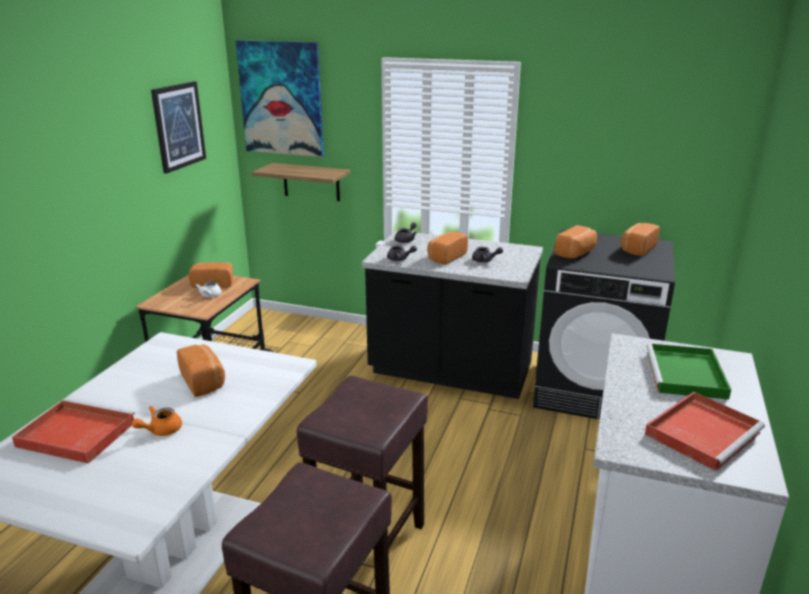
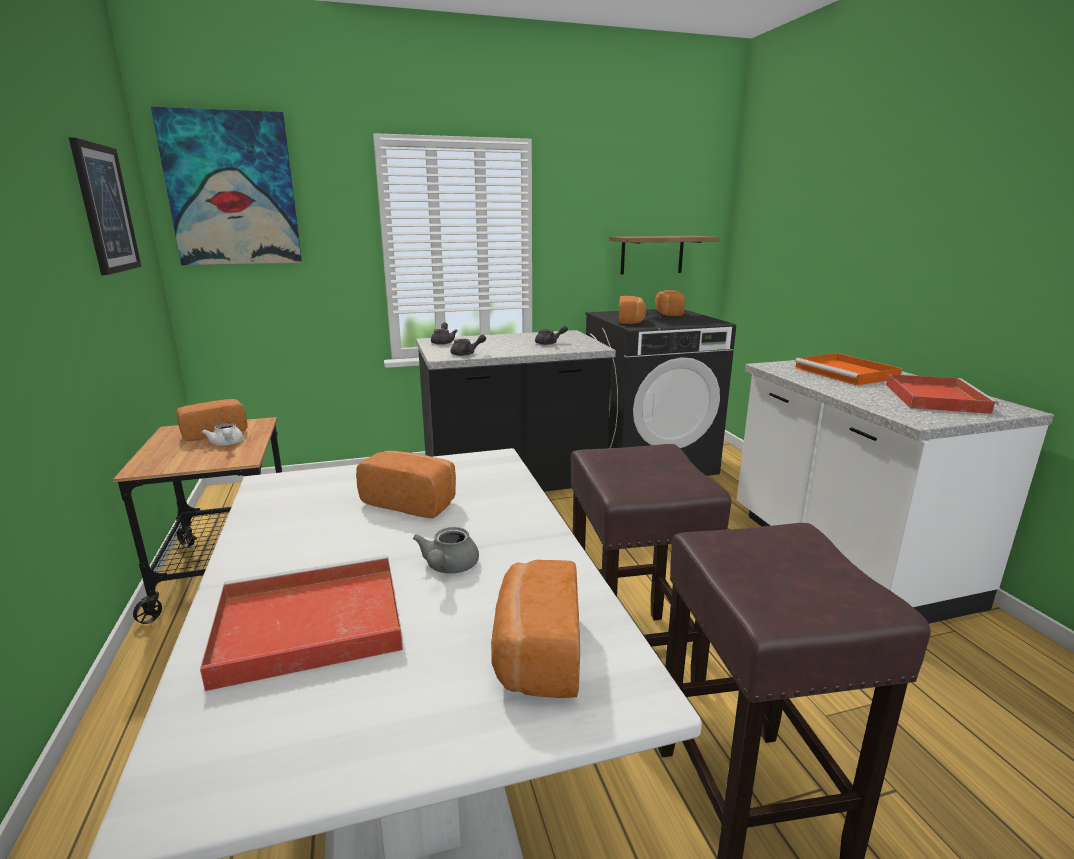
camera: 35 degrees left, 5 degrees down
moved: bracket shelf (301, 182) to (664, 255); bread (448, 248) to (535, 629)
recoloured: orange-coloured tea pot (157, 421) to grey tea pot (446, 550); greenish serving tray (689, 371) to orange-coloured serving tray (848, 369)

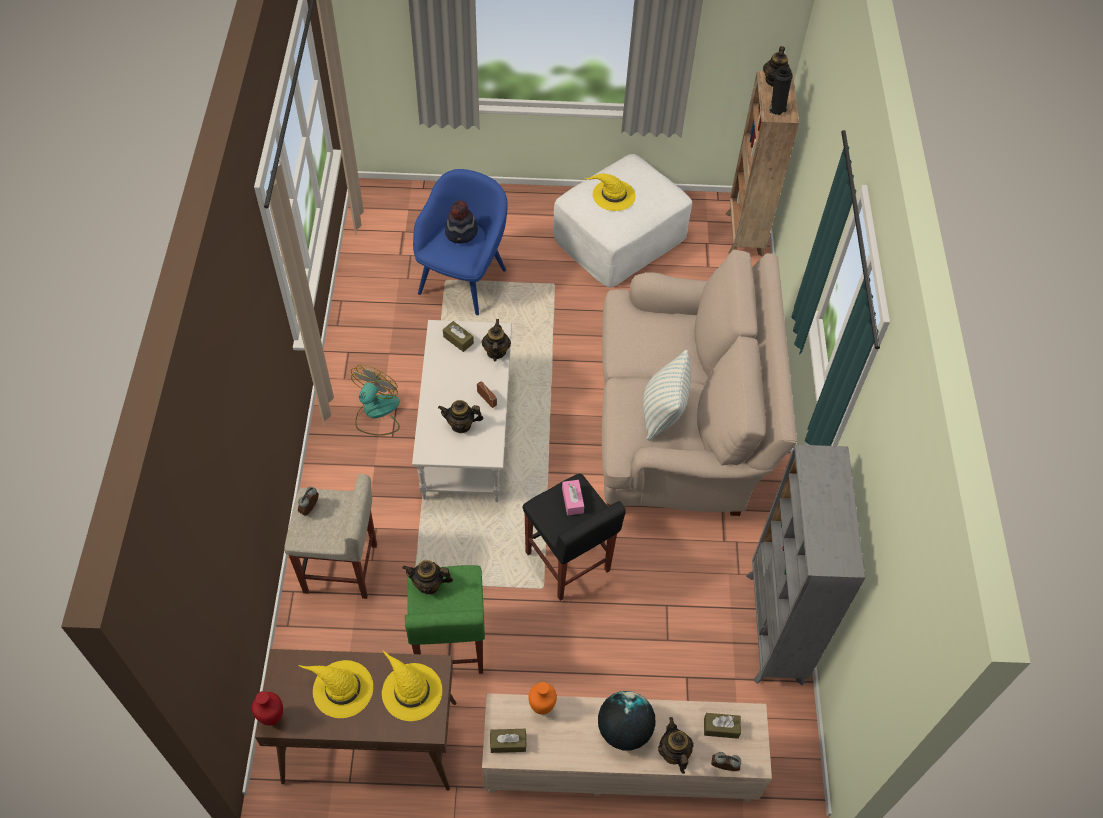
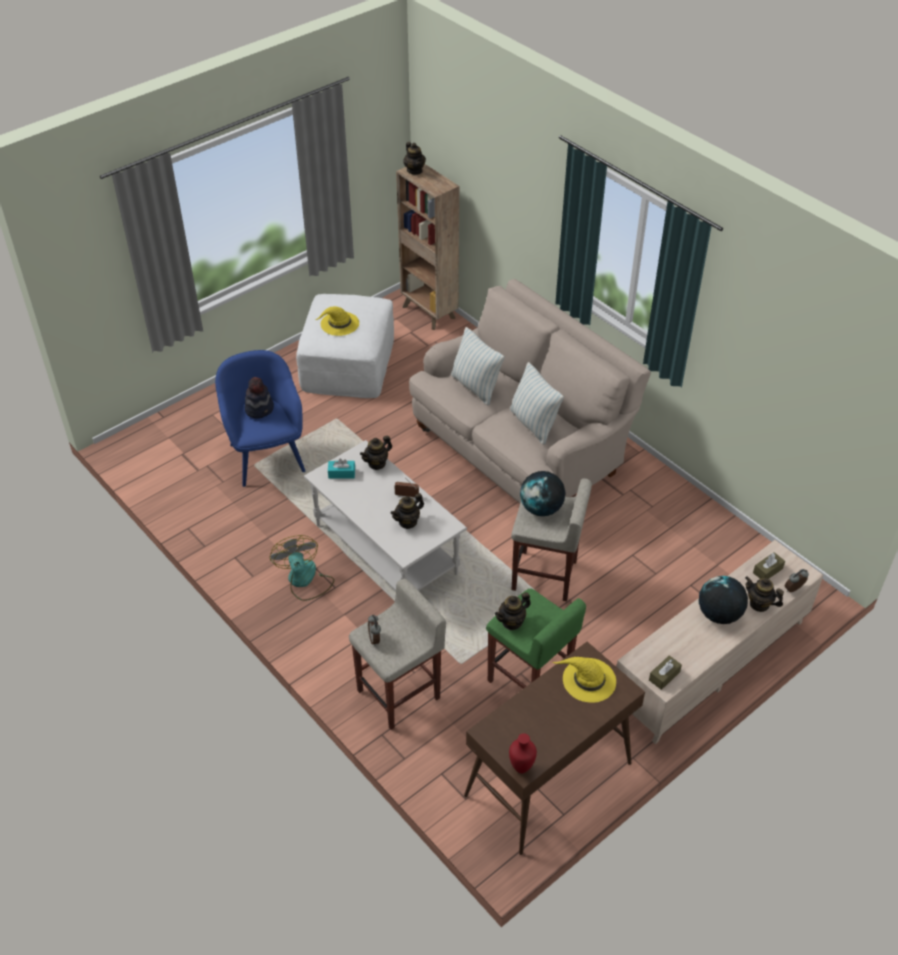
camera: 40 degrees left, 10 degrees down
removed: yellowish hat (336, 689); orange-coloured decorative vase (543, 698); grey shelving unit (806, 565); blackish decorative vase (781, 91)
added: pillow (477, 366)
replaced: pink box of tissues (573, 497) to world globe (542, 493)
recoloured: brown-coloured box of tissues (458, 336) to turquoise-coloured box of tissues (341, 468); blackish sitting stool (574, 537) to beige-coloured sitting stool (551, 539)
turned: tea pot (496, 340) = (376, 452) 90 degrees counterclockwise

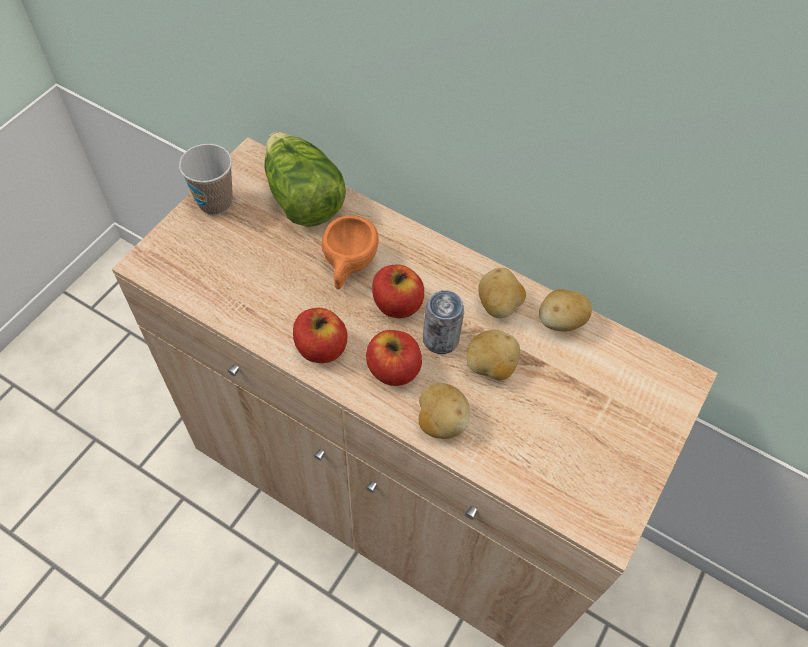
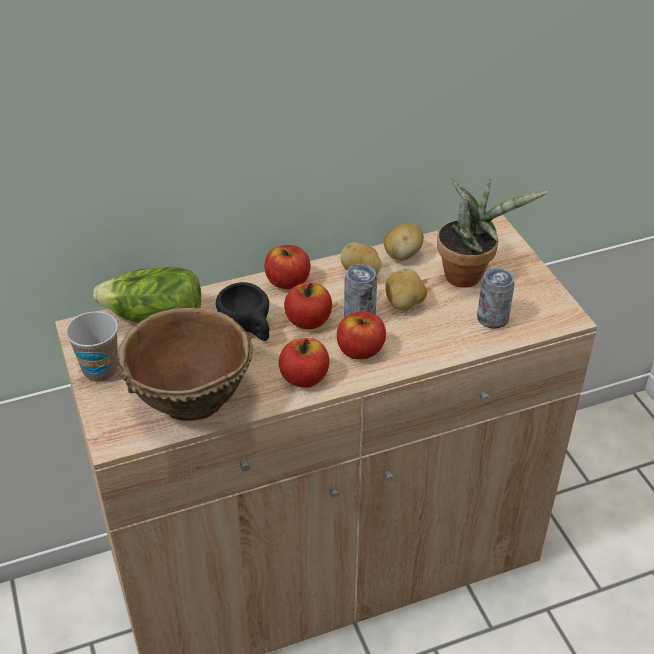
camera: 50 degrees left, 15 degrees down
removed: spud (444, 411)
added: brown-coloured deep dish (185, 364); apple (287, 267); plant in a pot (492, 233); can (496, 298)
recoloured: orange-coloured small cup (350, 252) to blackish small cup (243, 311)

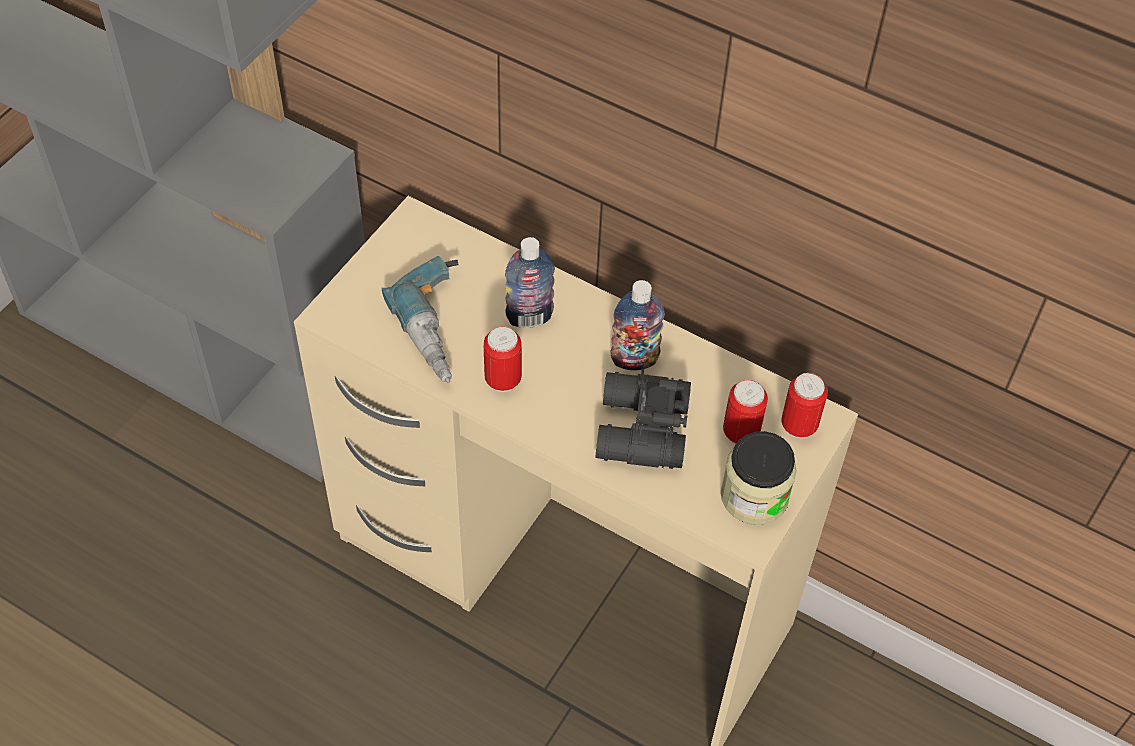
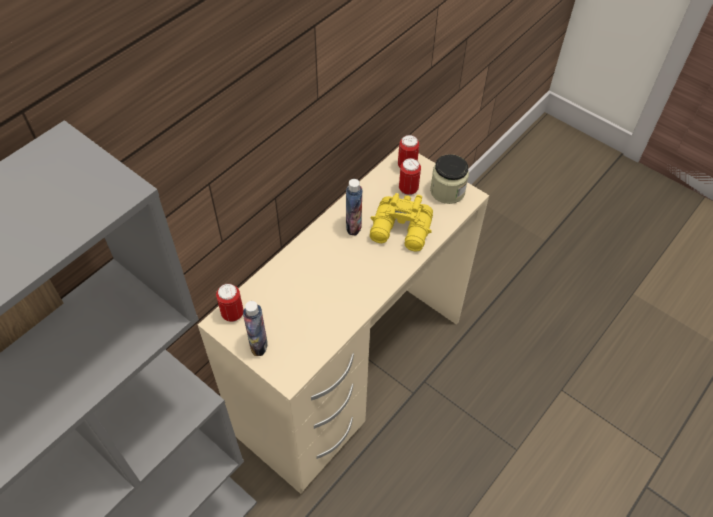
camera: 80 degrees left, 0 degrees up
removed: power drill (420, 319)
moved: can (503, 359) to (230, 302); bottle (530, 282) to (255, 328)
recoloured: blackish pair of binoculars (643, 419) to yellowish pair of binoculars (401, 222)

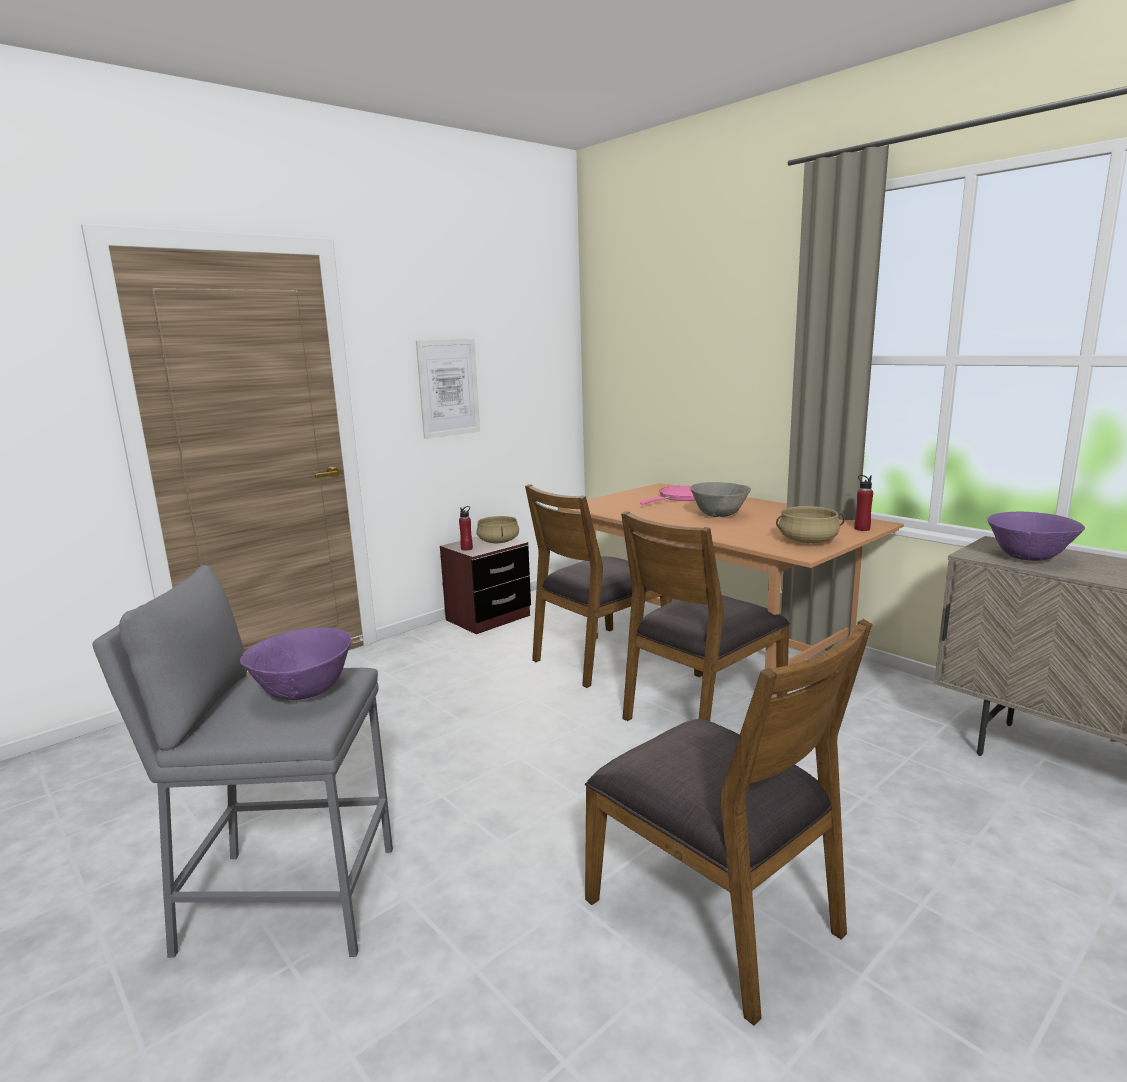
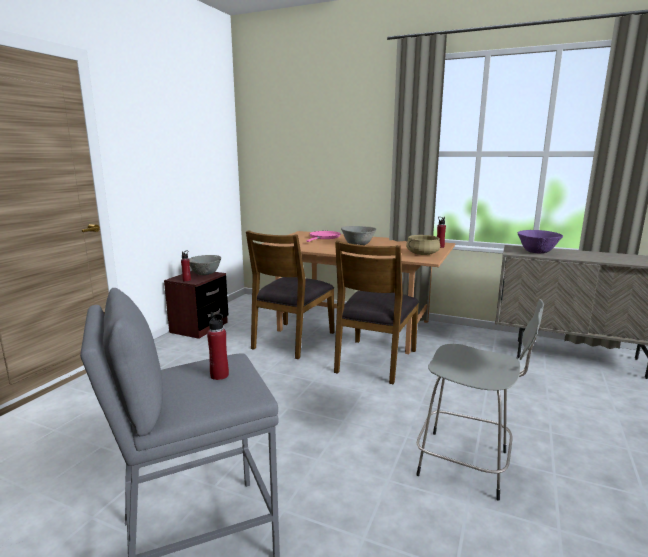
camera: 25 degrees left, 0 degrees up
removed: wall picture (448, 389)
replaced: purple-coloured deep dish (295, 663) to red bottle (218, 346); beige-coloured cooking pot (497, 529) to grey deep dish (205, 265); brown-coloured upright chair (728, 822) to grey sitting stool (480, 400)

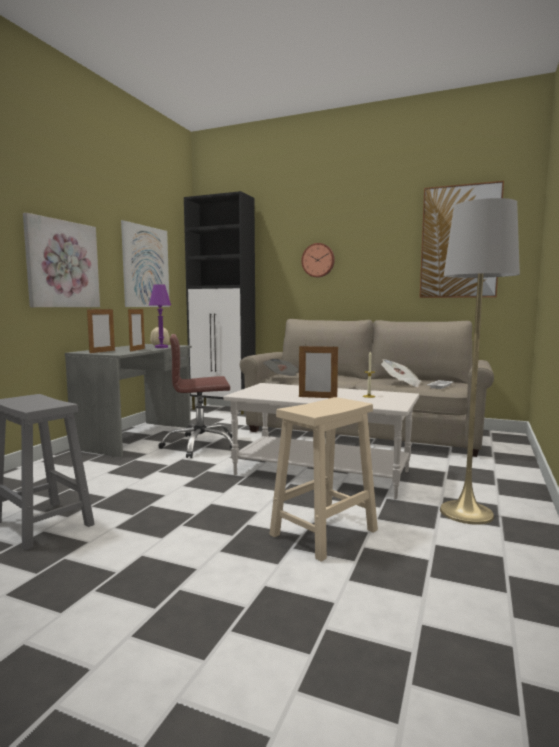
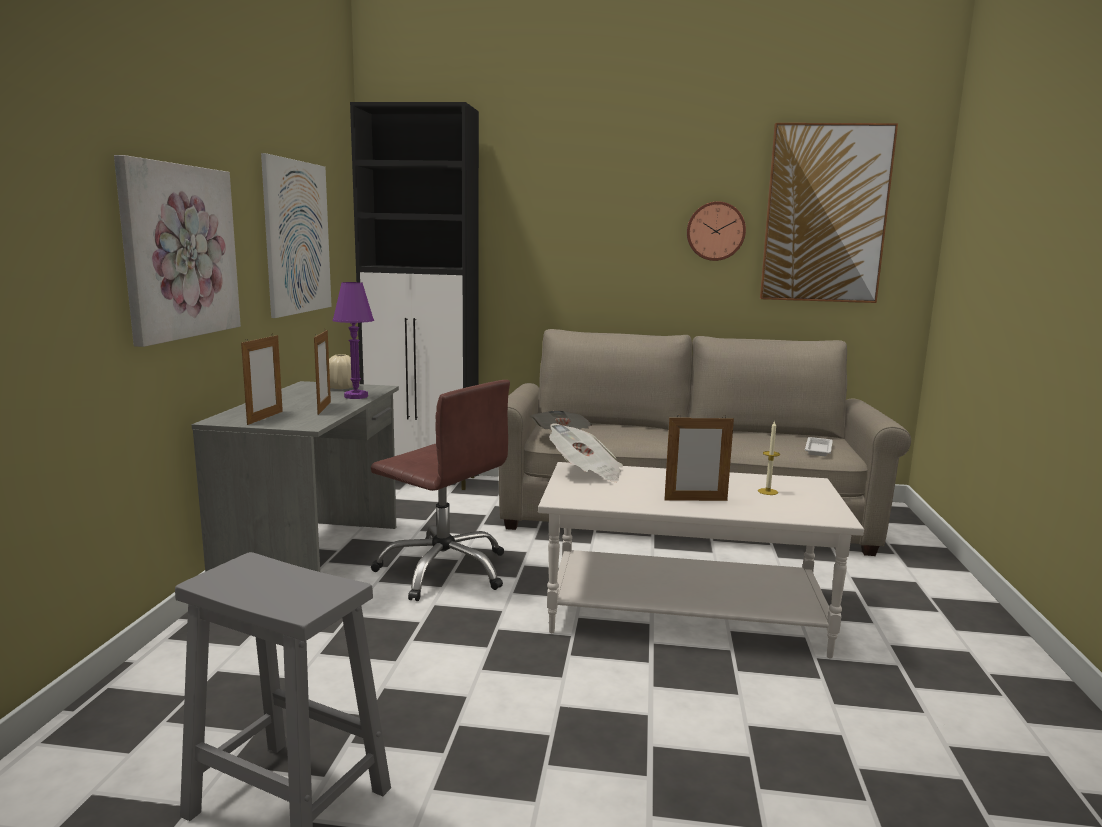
camera: 15 degrees left, 5 degrees up
removed: beige-coloured sitting stool (323, 479); grey standing lamp (480, 361)
moved: clock on the wall (318, 260) to (716, 231); daily paper (401, 373) to (586, 452)
turned: brown-coloured office chair (195, 396) = (440, 490) 120 degrees counterclockwise

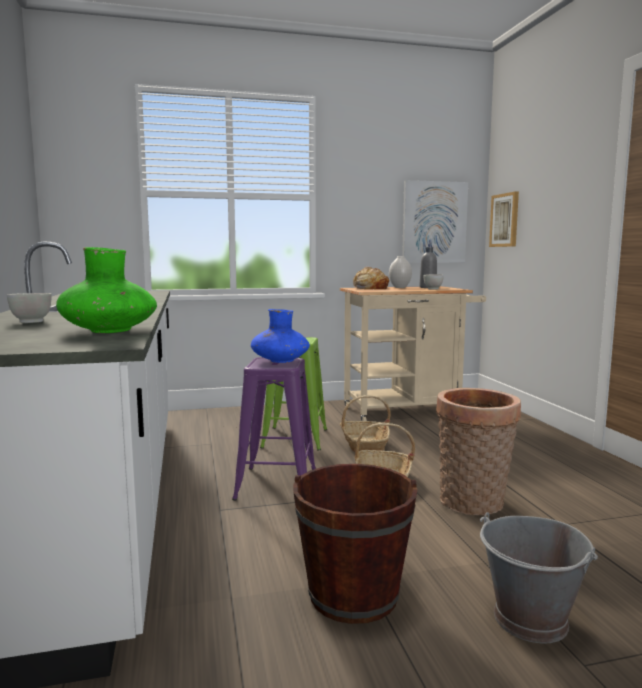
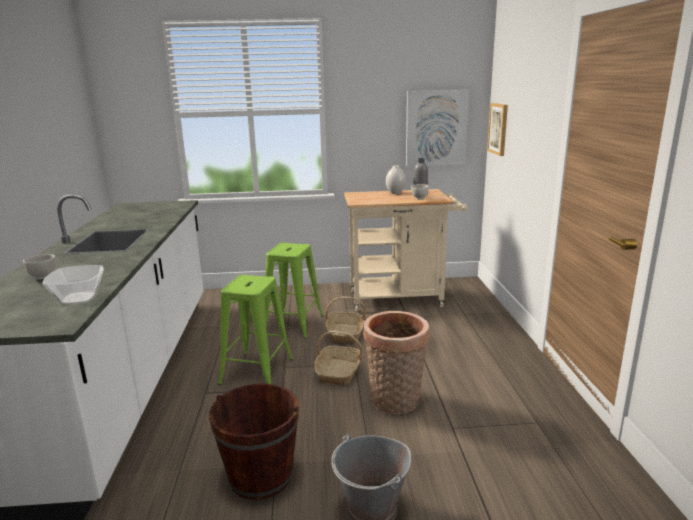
camera: 10 degrees right, 10 degrees up
removed: blue decorative vase (280, 336); bread (371, 278)
replaced: greenish decorative vase (106, 290) to deep dish (73, 285)
recoloured: purple-coloured sitting stool (274, 429) to greenish sitting stool (255, 330)

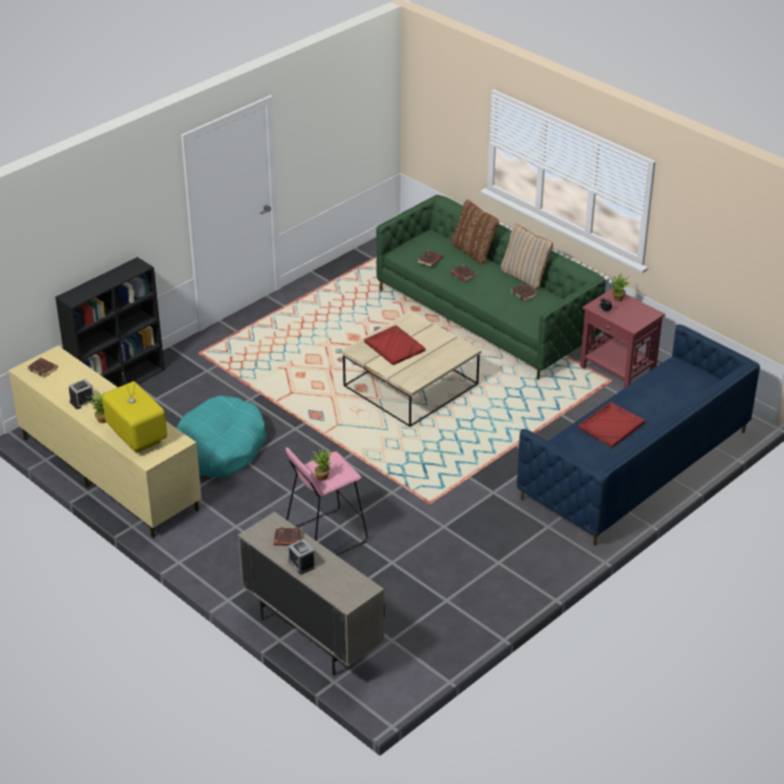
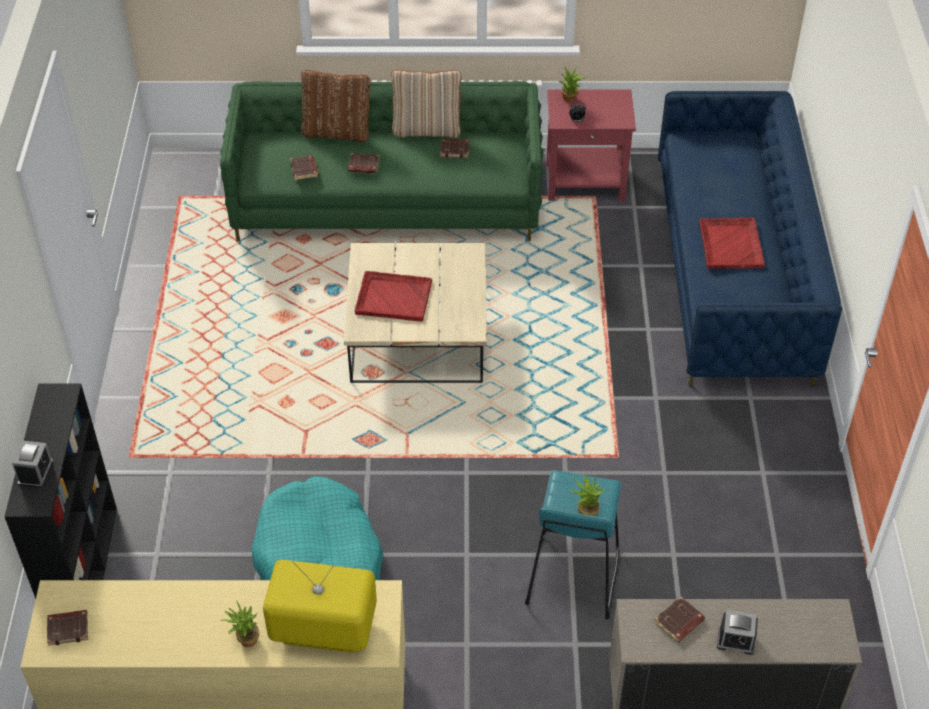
camera: 45 degrees left, 10 degrees up
moved: alarm clock (82, 394) to (32, 464)
recoloured: pink sitting stool (327, 501) to turquoise-coloured sitting stool (573, 545)

